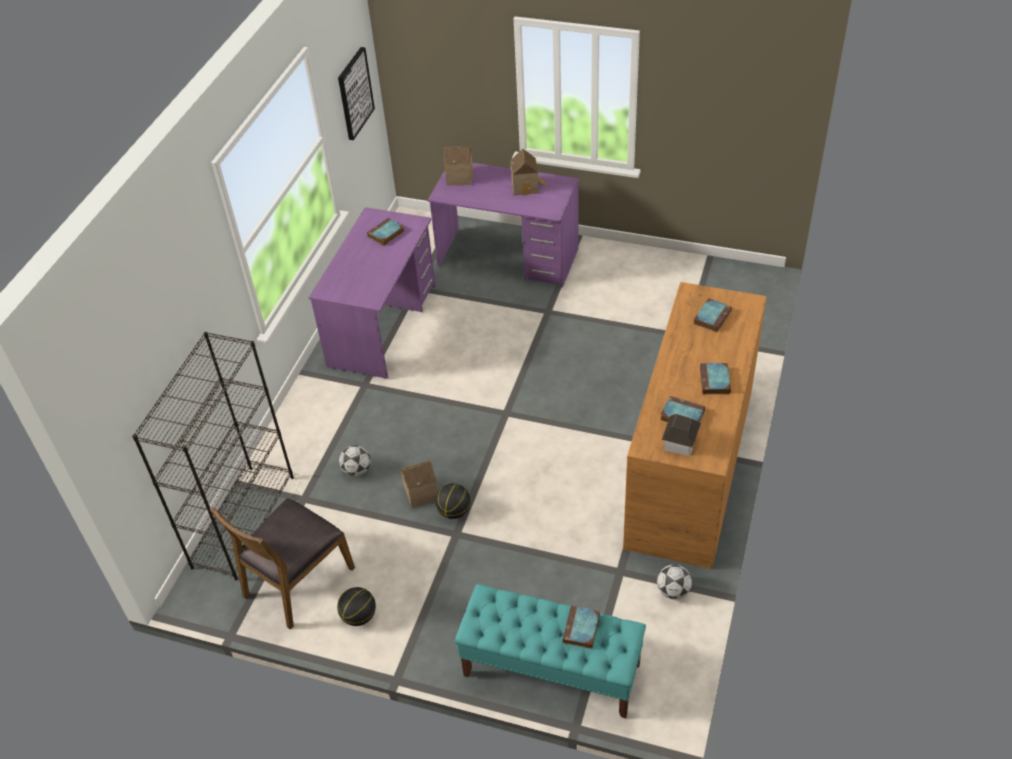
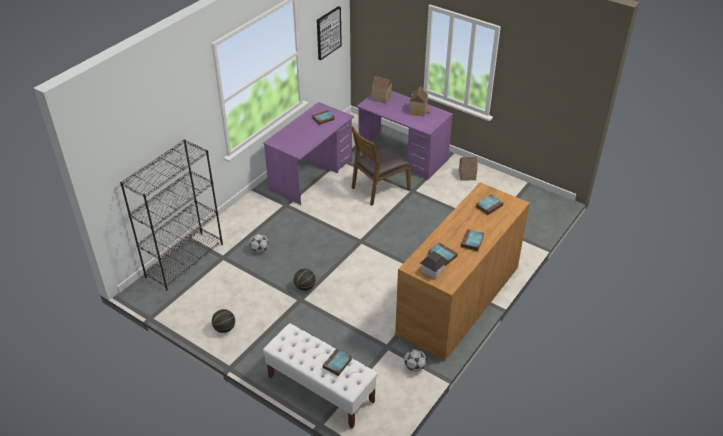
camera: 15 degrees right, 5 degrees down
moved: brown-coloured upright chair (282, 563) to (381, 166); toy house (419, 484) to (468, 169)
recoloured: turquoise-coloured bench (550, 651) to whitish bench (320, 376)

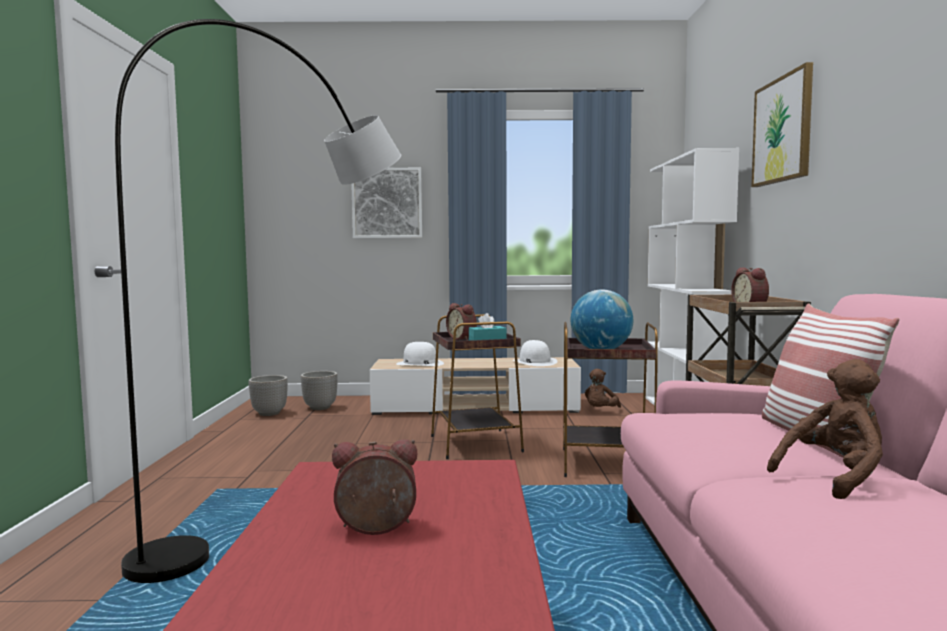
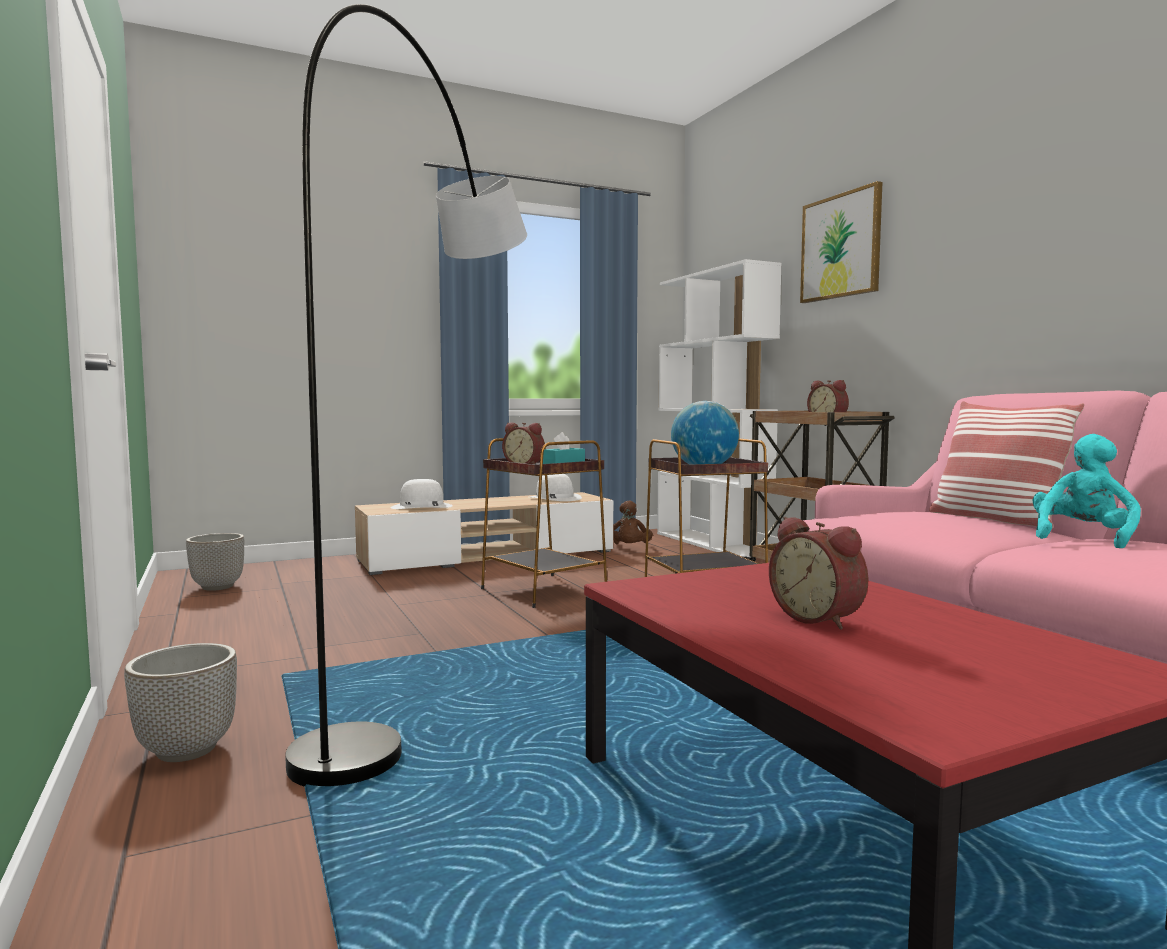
camera: 25 degrees left, 0 degrees up
removed: wall picture (386, 203)
moved: flower pot (319, 390) to (180, 702)
recoloured: brown-coloured plush toy (825, 429) to turquoise-coloured plush toy (1086, 491)
turned: alarm clock (374, 487) = (818, 573) 90 degrees counterclockwise

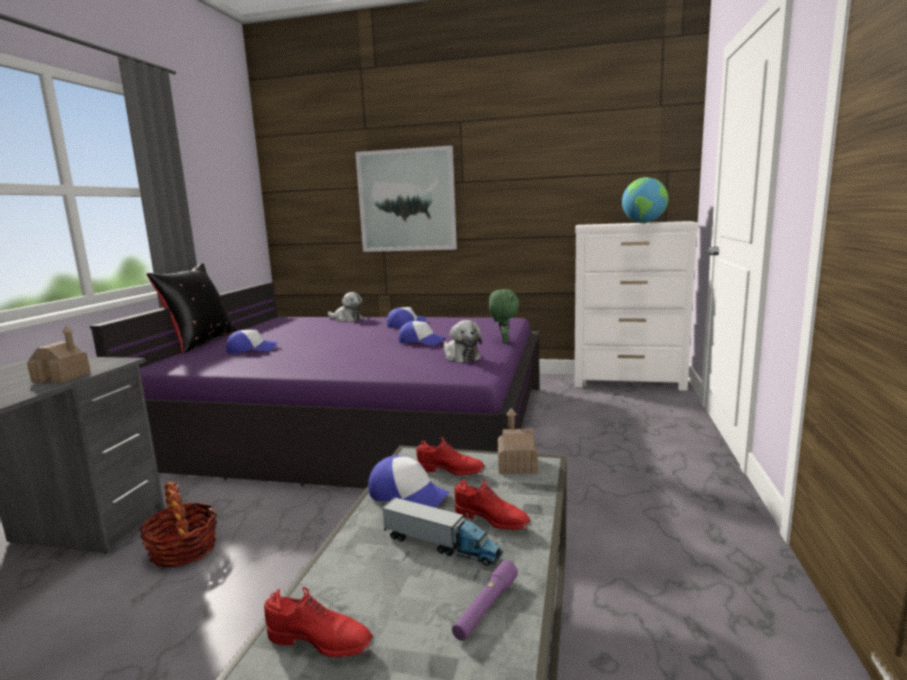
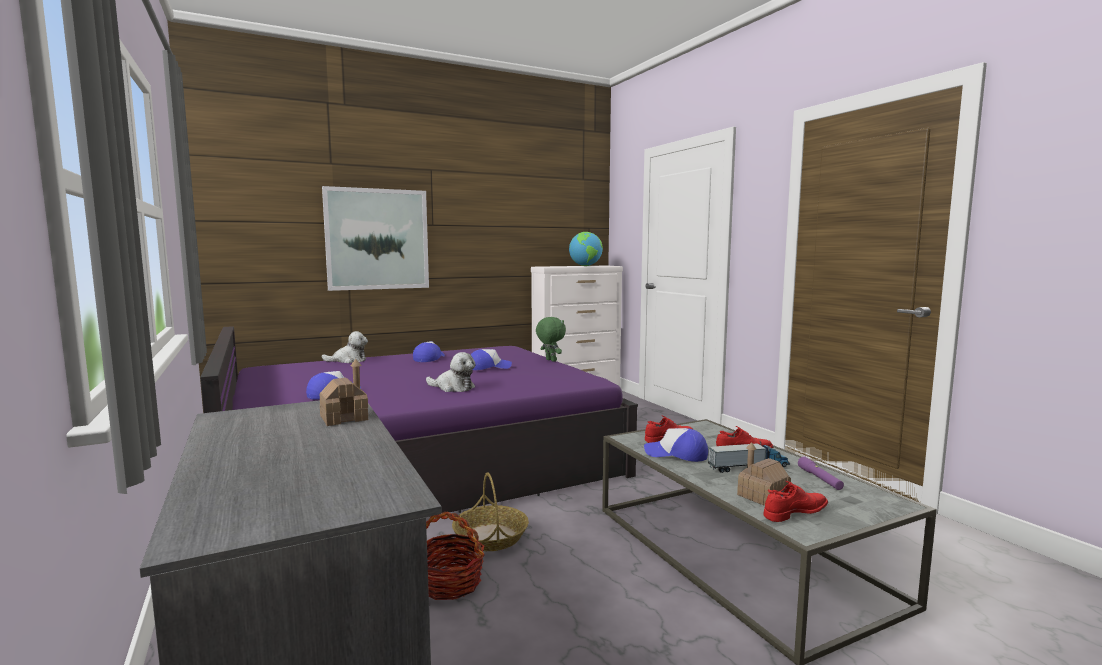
camera: 40 degrees left, 5 degrees down
removed: blackish pillow (191, 308)
added: storage basket (490, 511)
moved: plush toy (463, 341) to (450, 372); toy house (518, 441) to (764, 474)
turned: peaked cap (409, 481) = (676, 445) 150 degrees counterclockwise

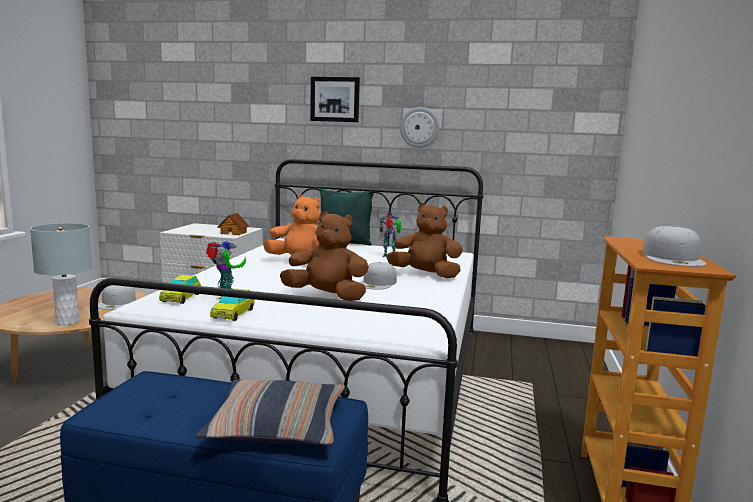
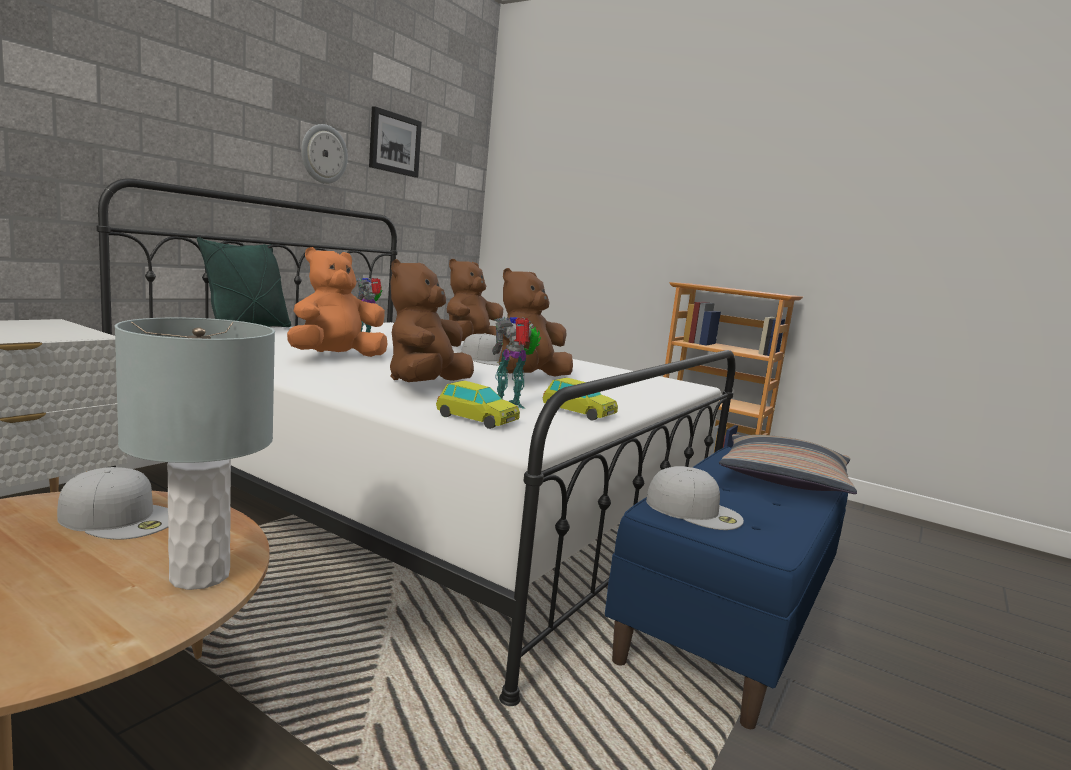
camera: 70 degrees left, 0 degrees up
removed: toy house (233, 224)
added: brown-coloured plush toy (432, 320)
moved: wall picture (335, 99) to (395, 142); whitish peaked cap (674, 246) to (695, 498)

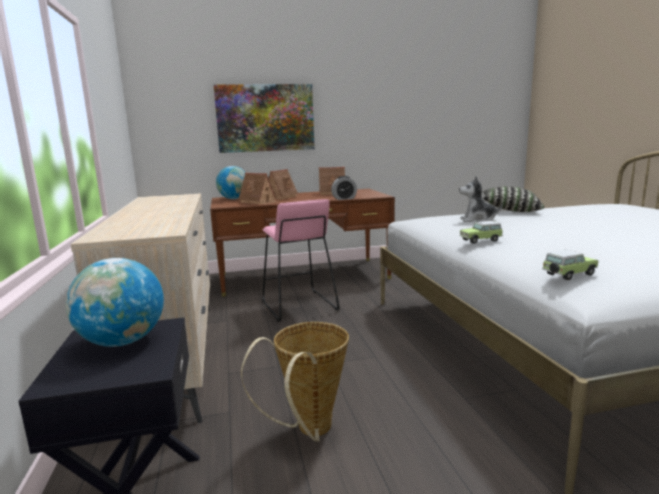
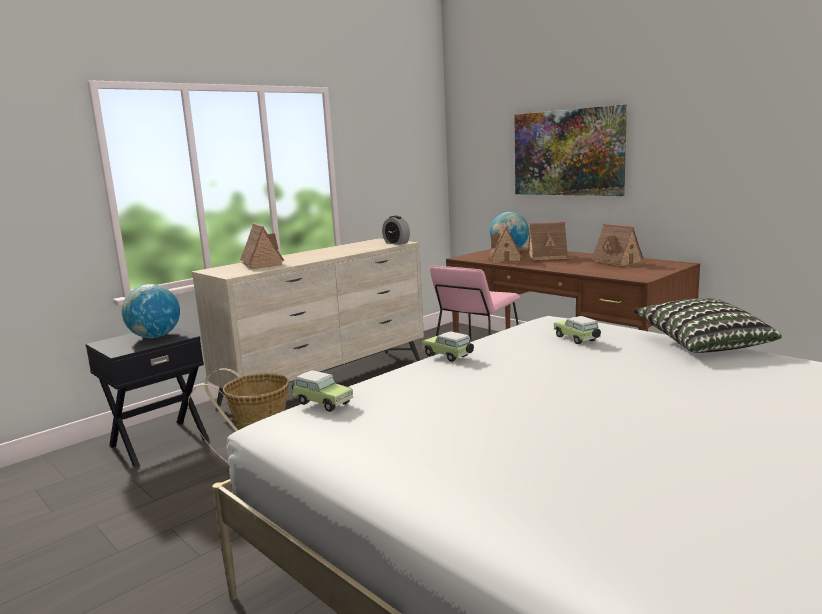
camera: 60 degrees right, 0 degrees up
added: toy house (262, 246)
moved: alarm clock (344, 188) to (396, 230)
replaced: plush toy (481, 199) to toy car (577, 330)

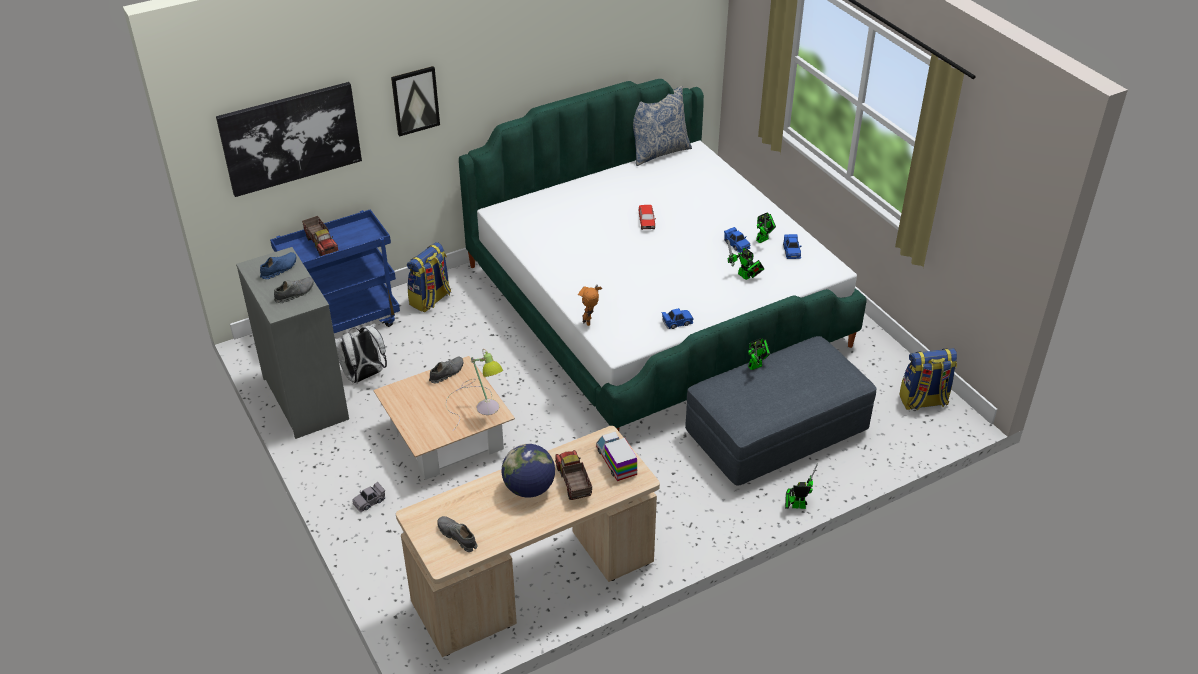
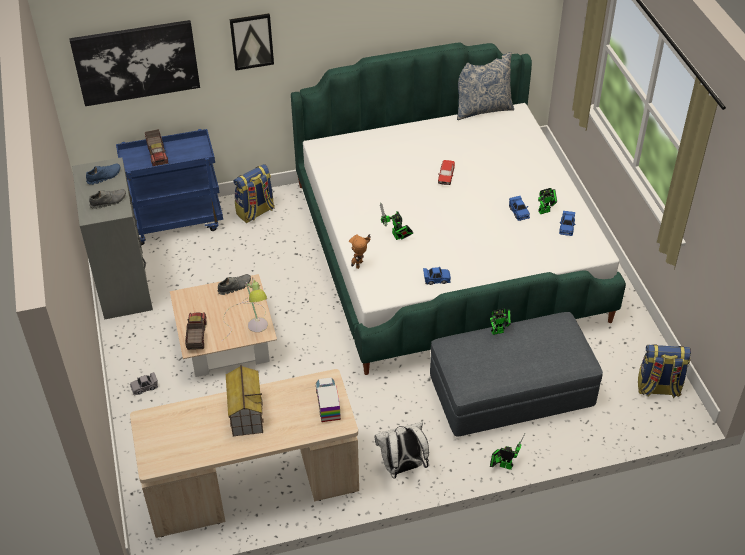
camera: 15 degrees right, 5 degrees up
removed: grey low shoe (457, 534)
moved: whitish knapsack (361, 353) to (401, 450); toy lorry (573, 475) to (195, 331); toy robot (745, 260) to (396, 221)
replaced: world globe (528, 471) to toy house (245, 401)

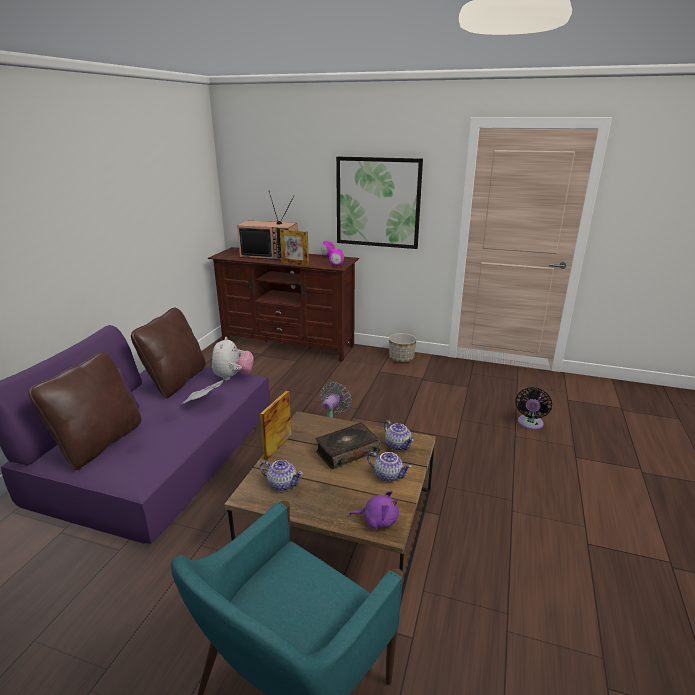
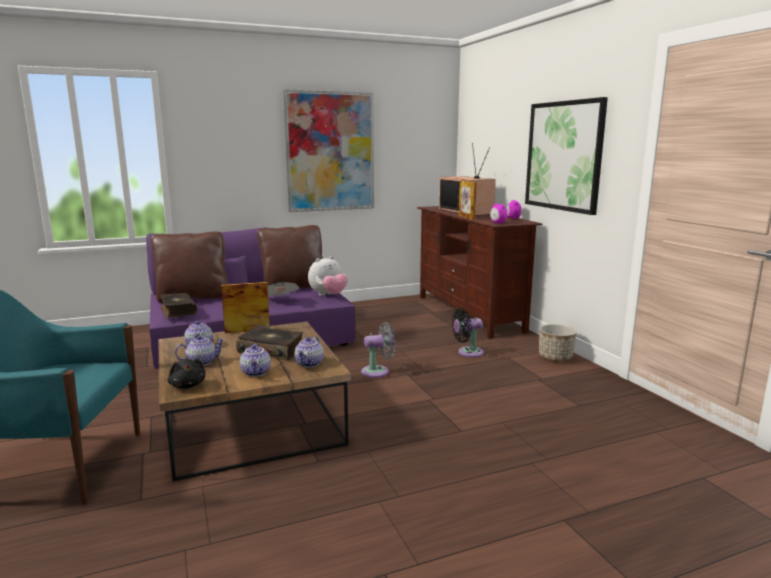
camera: 50 degrees right, 10 degrees down
added: book (178, 305); tea pot (200, 350); wall picture (328, 150)
moved: blackish electric fan (534, 408) to (468, 332)
recoloured: purple-coloured plush toy (374, 509) to blackish plush toy (187, 374)

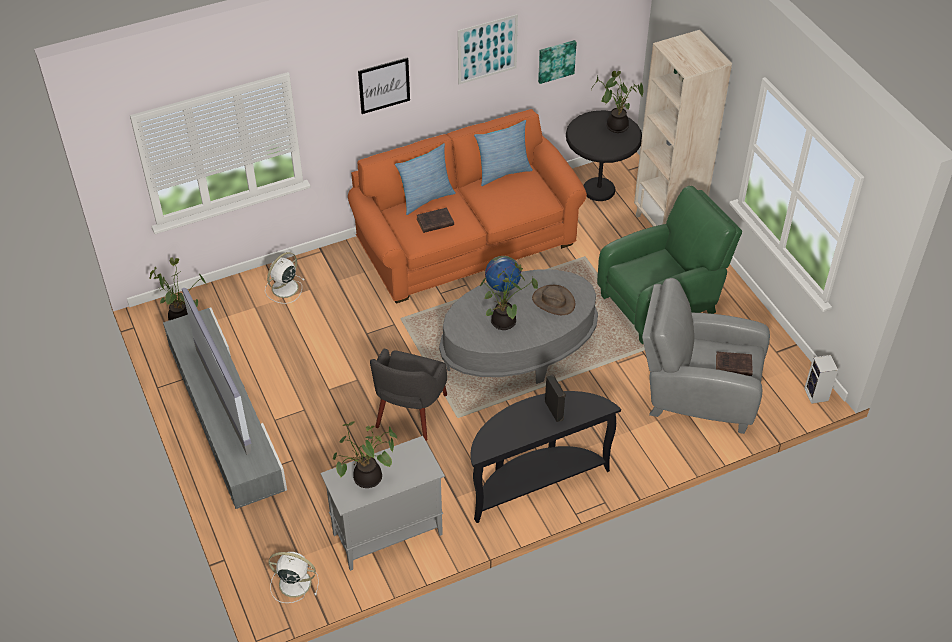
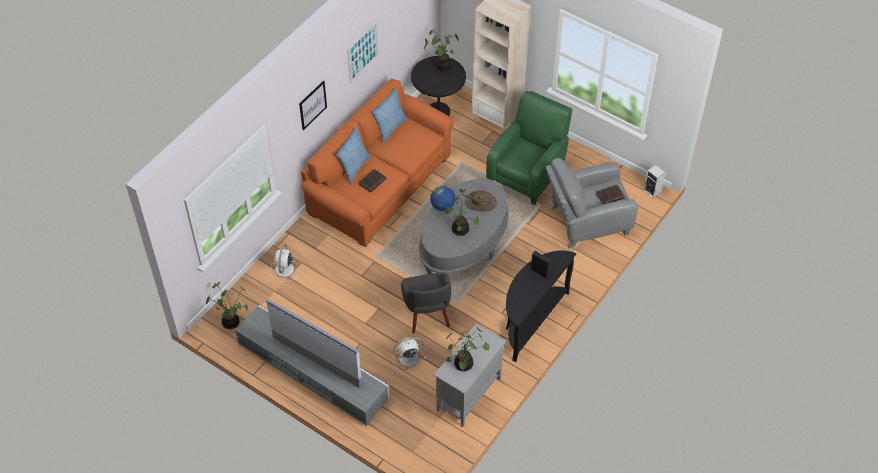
camera: 30 degrees left, 5 degrees up
removed: wall picture (557, 62)
moved: whitish electric fan (293, 577) to (409, 354)

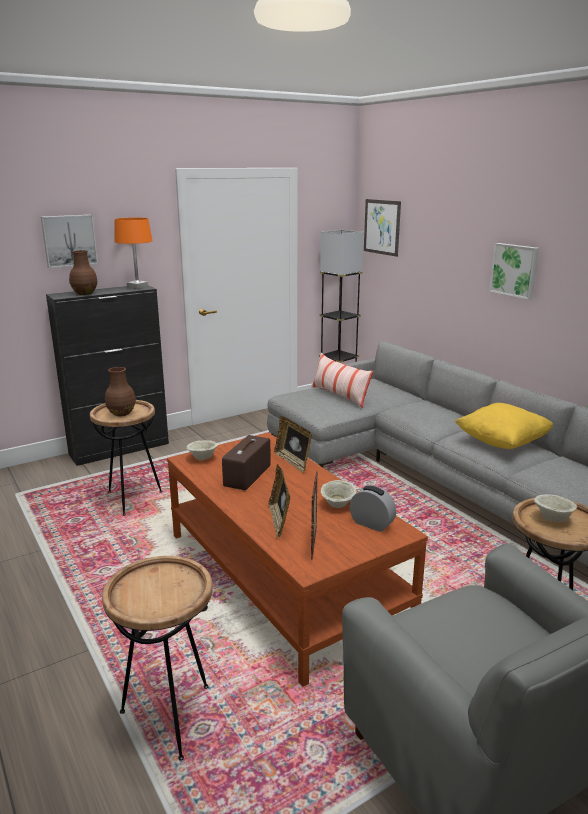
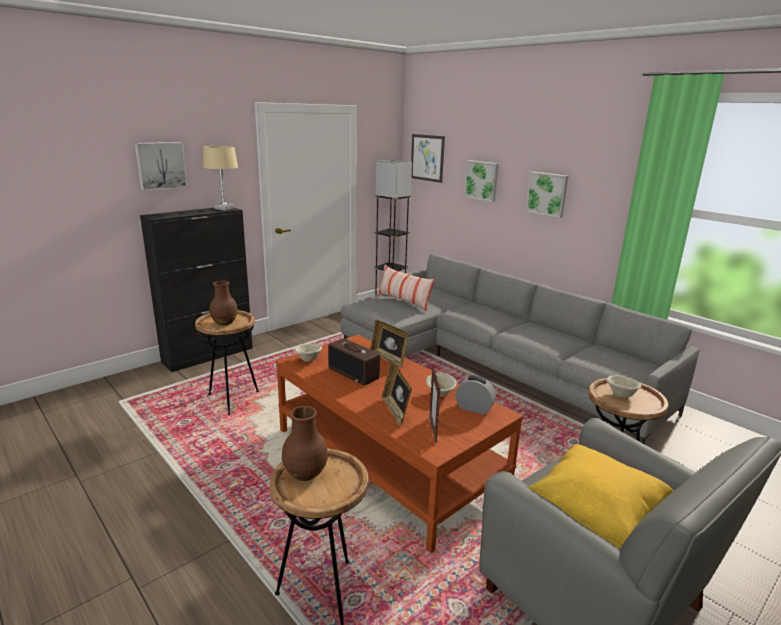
camera: 10 degrees left, 0 degrees up
added: wall picture (481, 181)
moved: brown-coloured decorative vase (83, 272) to (305, 443); yellowish pillow (504, 426) to (600, 496)
recoloured: orange-coloured lamp for a table (133, 253) to beige-coloured lamp for a table (220, 178)
turned: radio (246, 462) = (354, 362) 60 degrees counterclockwise

